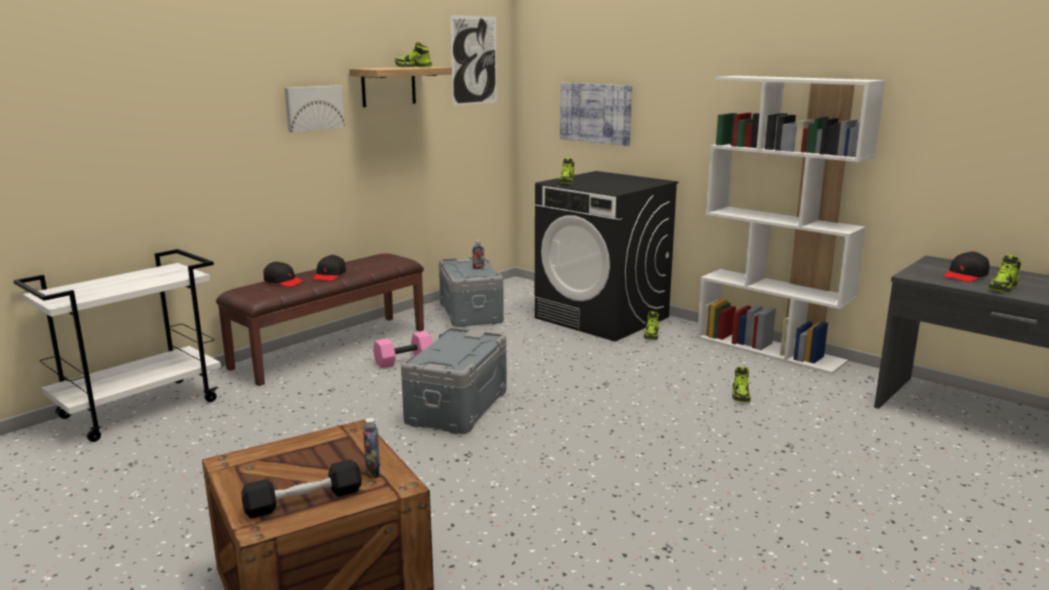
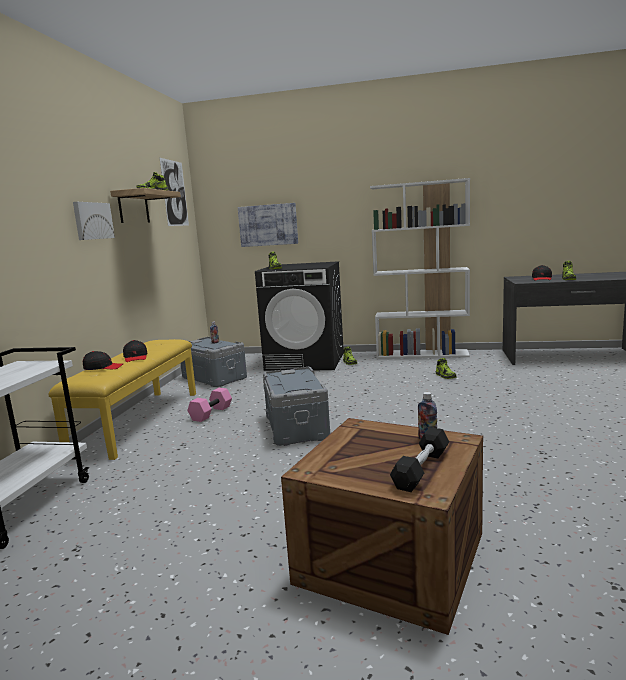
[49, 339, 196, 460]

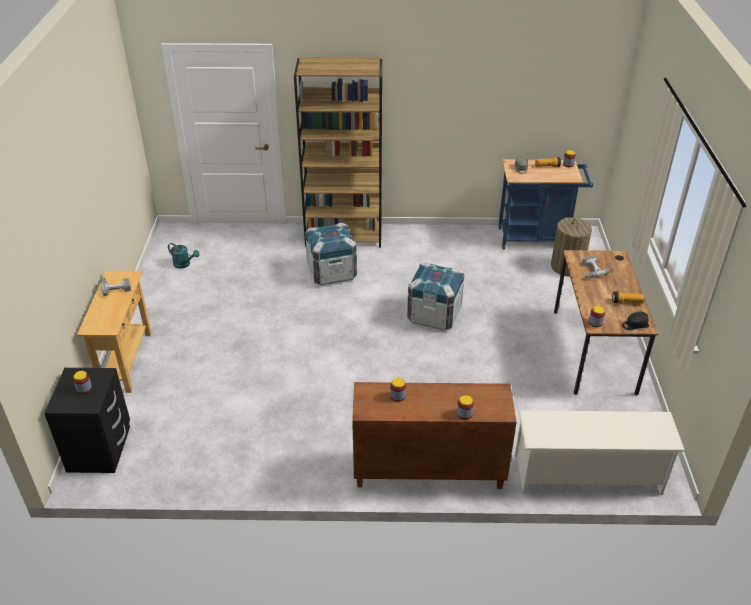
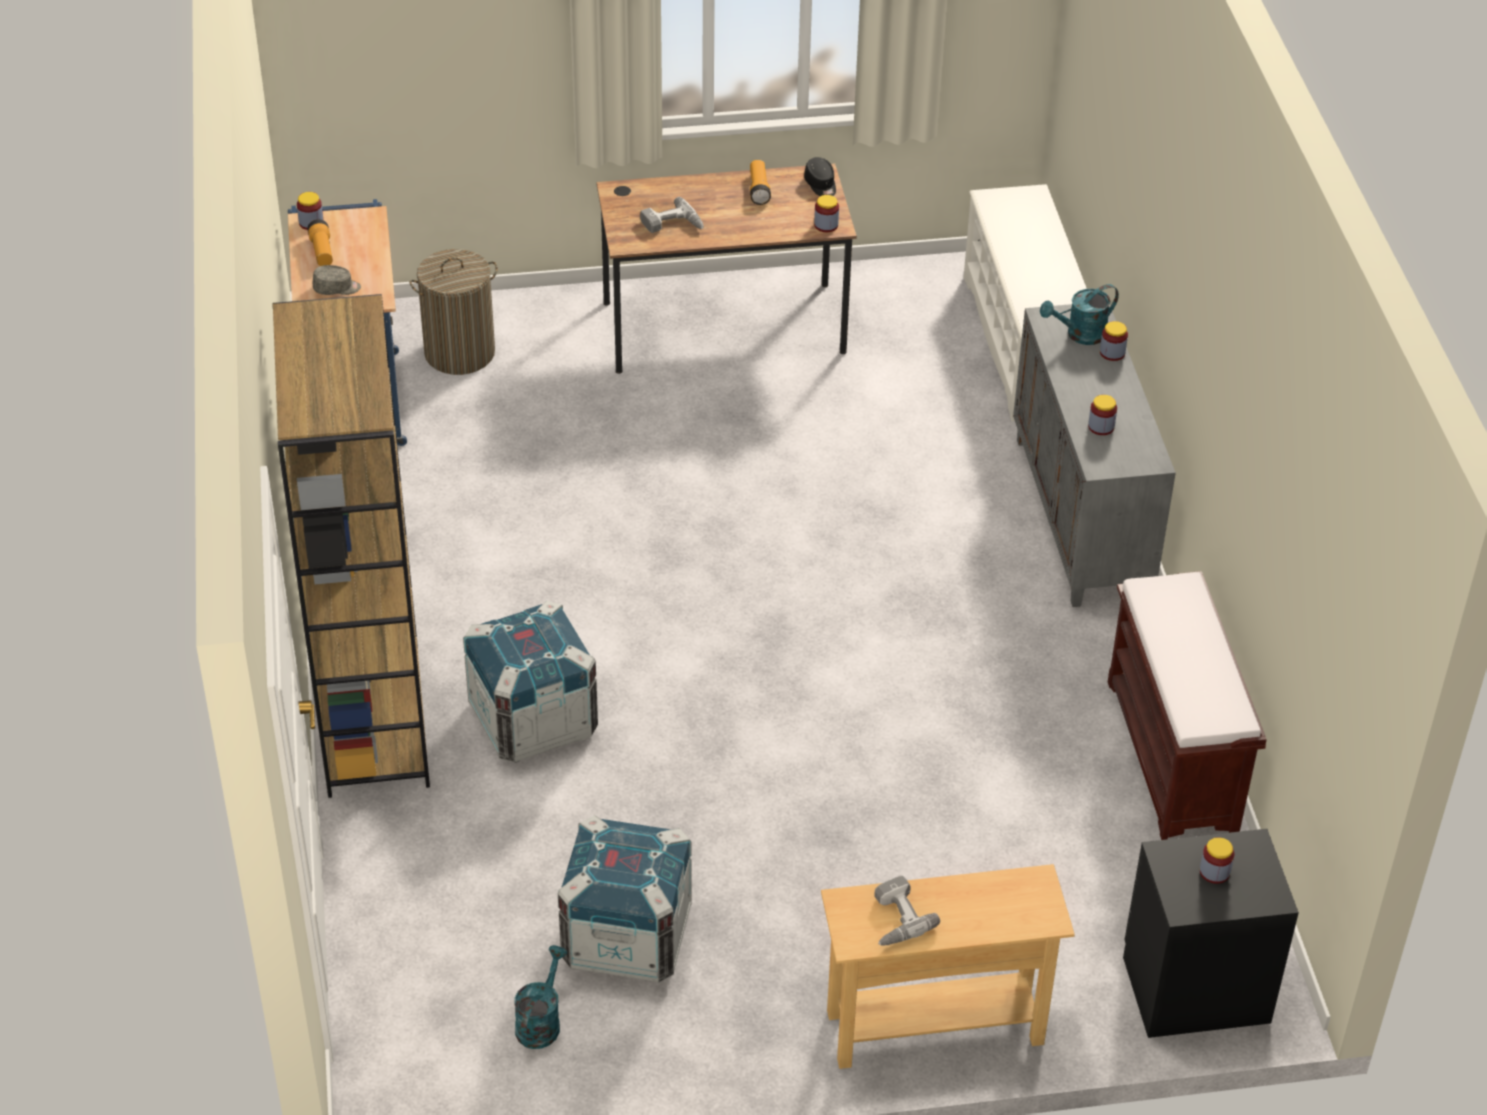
[558, 815, 692, 983]
[1013, 304, 1176, 607]
[1040, 284, 1119, 345]
[1108, 571, 1267, 840]

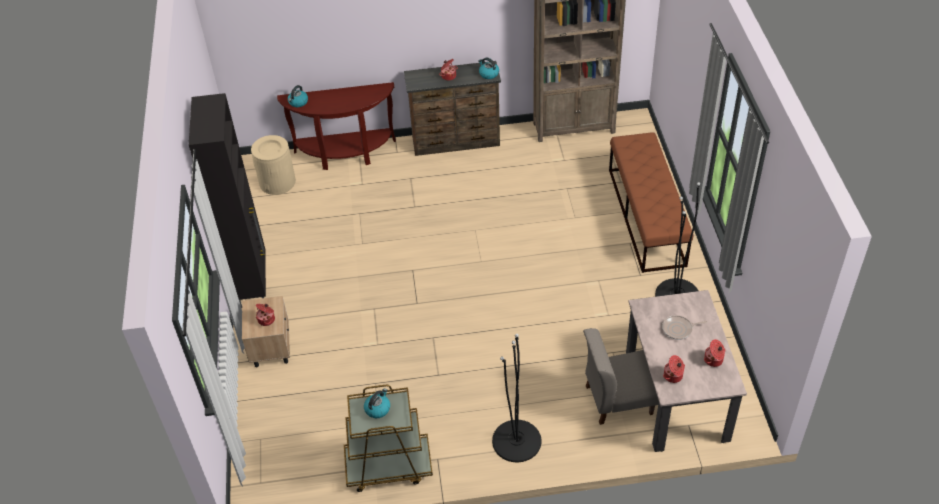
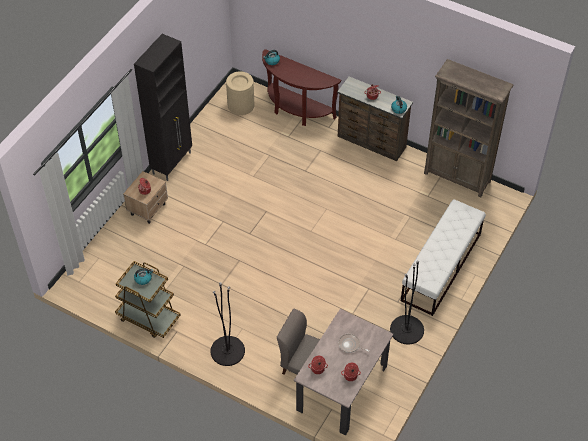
[401, 199, 486, 316]

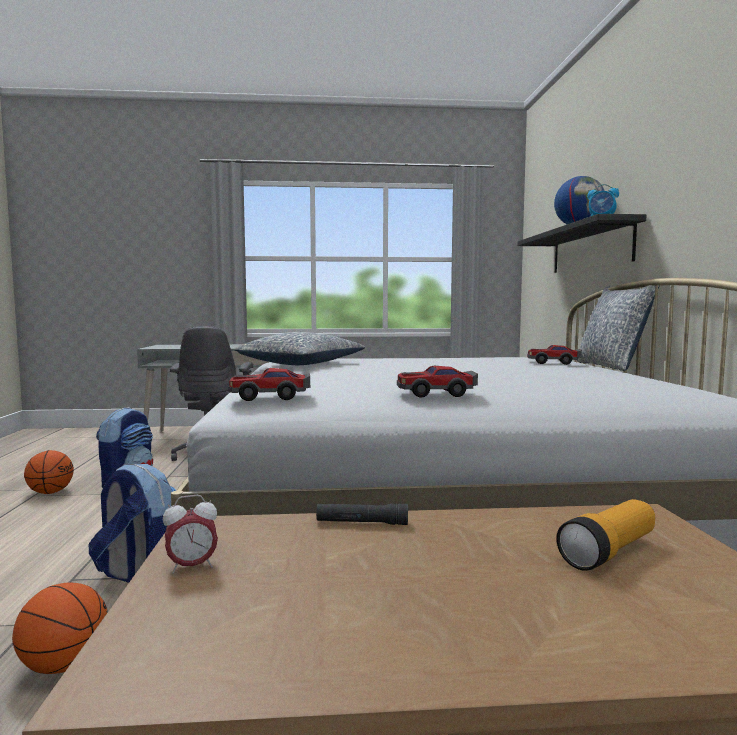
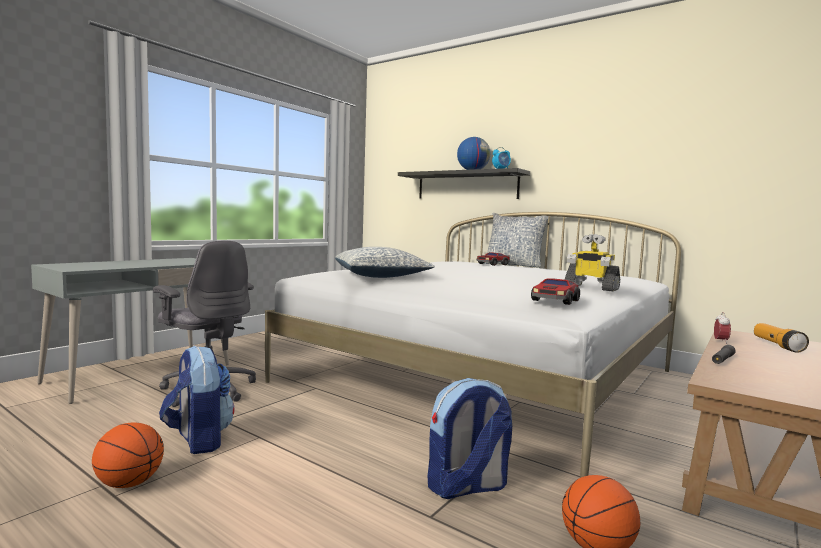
[564, 234, 620, 292]
[714, 312, 731, 344]

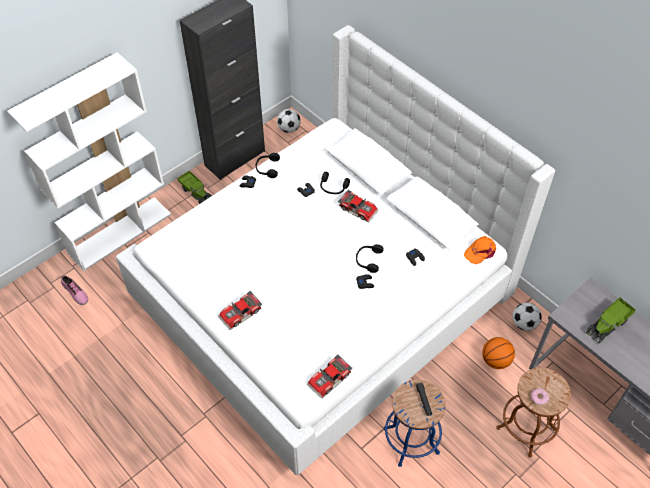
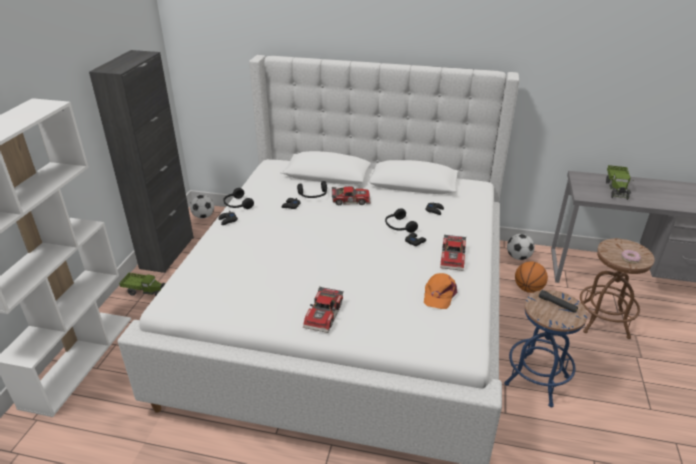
[424, 273, 457, 309]
[61, 275, 88, 305] (first image)
[440, 234, 466, 271]

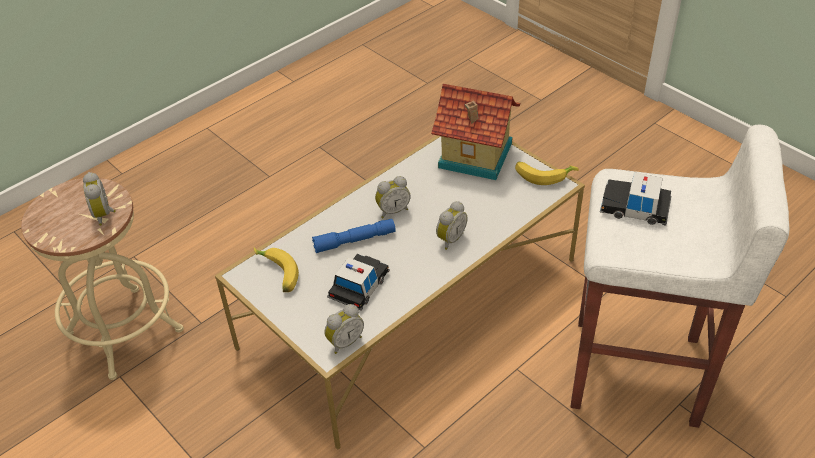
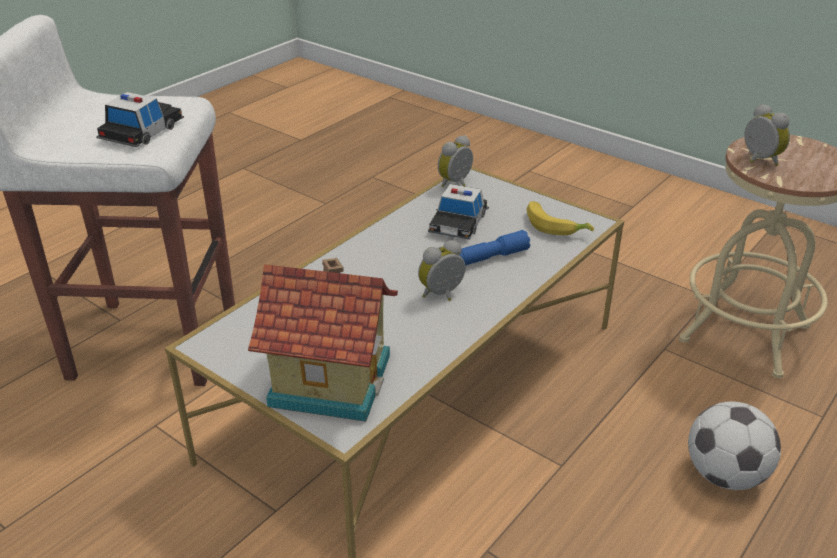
[515, 162, 579, 185] (first image)
[96, 92, 184, 147]
[436, 201, 468, 250] (first image)
[688, 402, 781, 490]

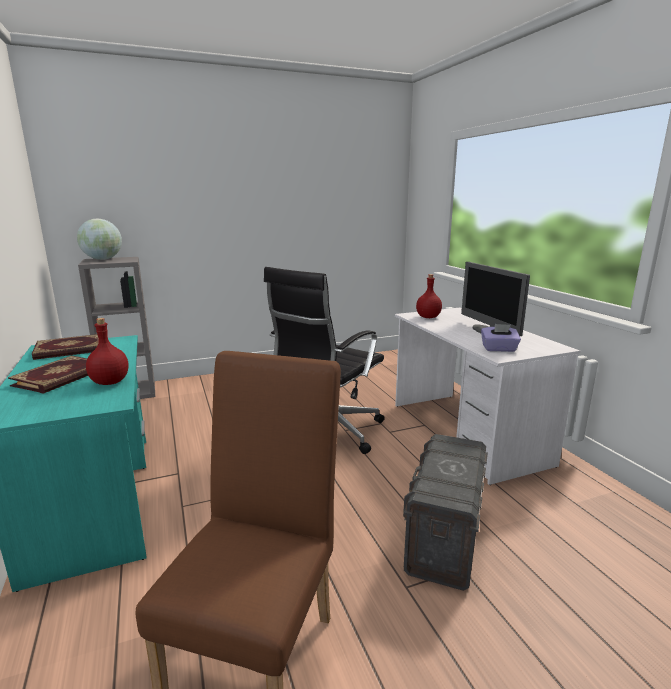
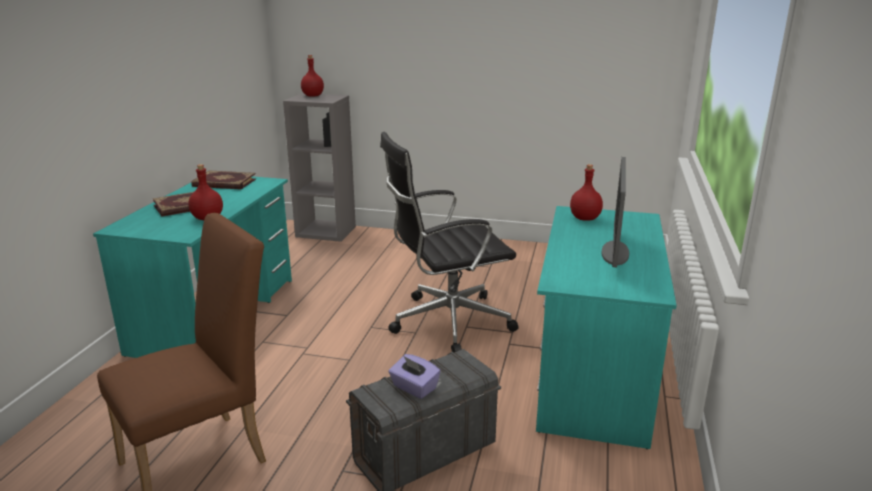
[301, 55, 324, 97]
[536, 206, 677, 449]
[389, 354, 441, 399]

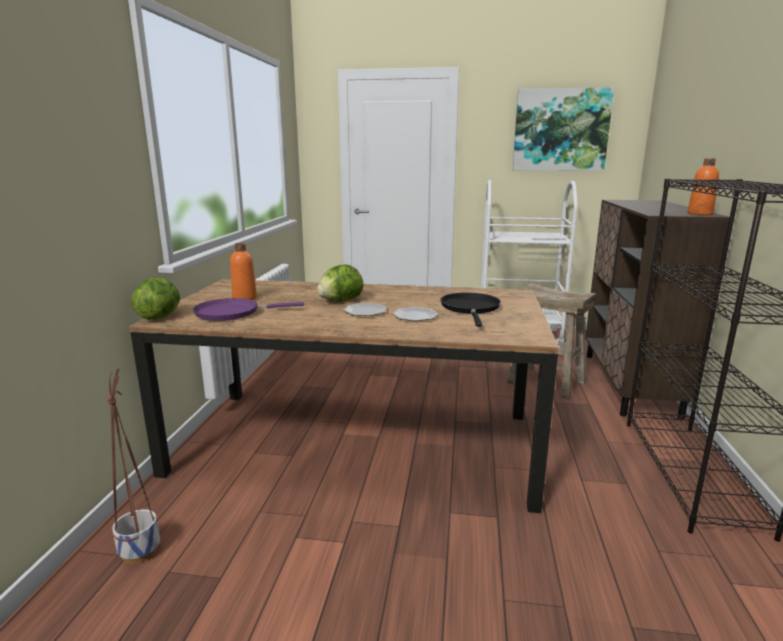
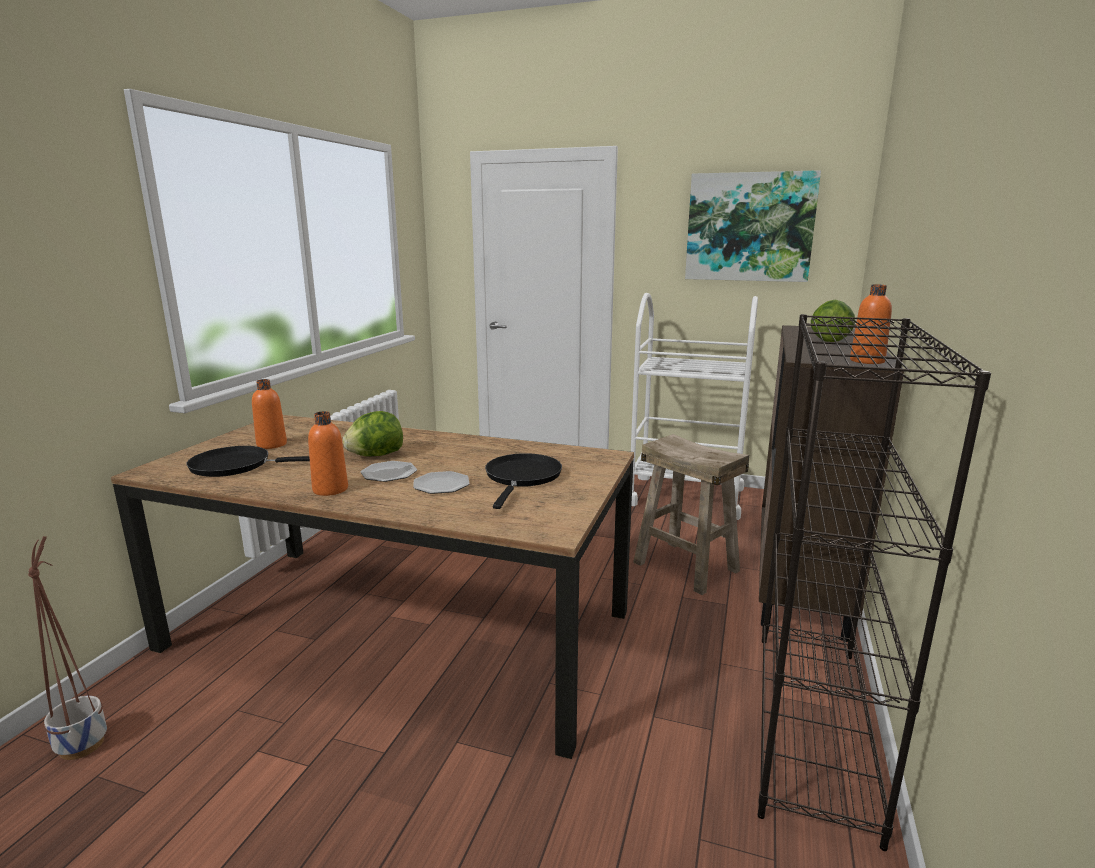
[811, 300, 855, 342]
[186, 446, 310, 477]
[308, 411, 348, 496]

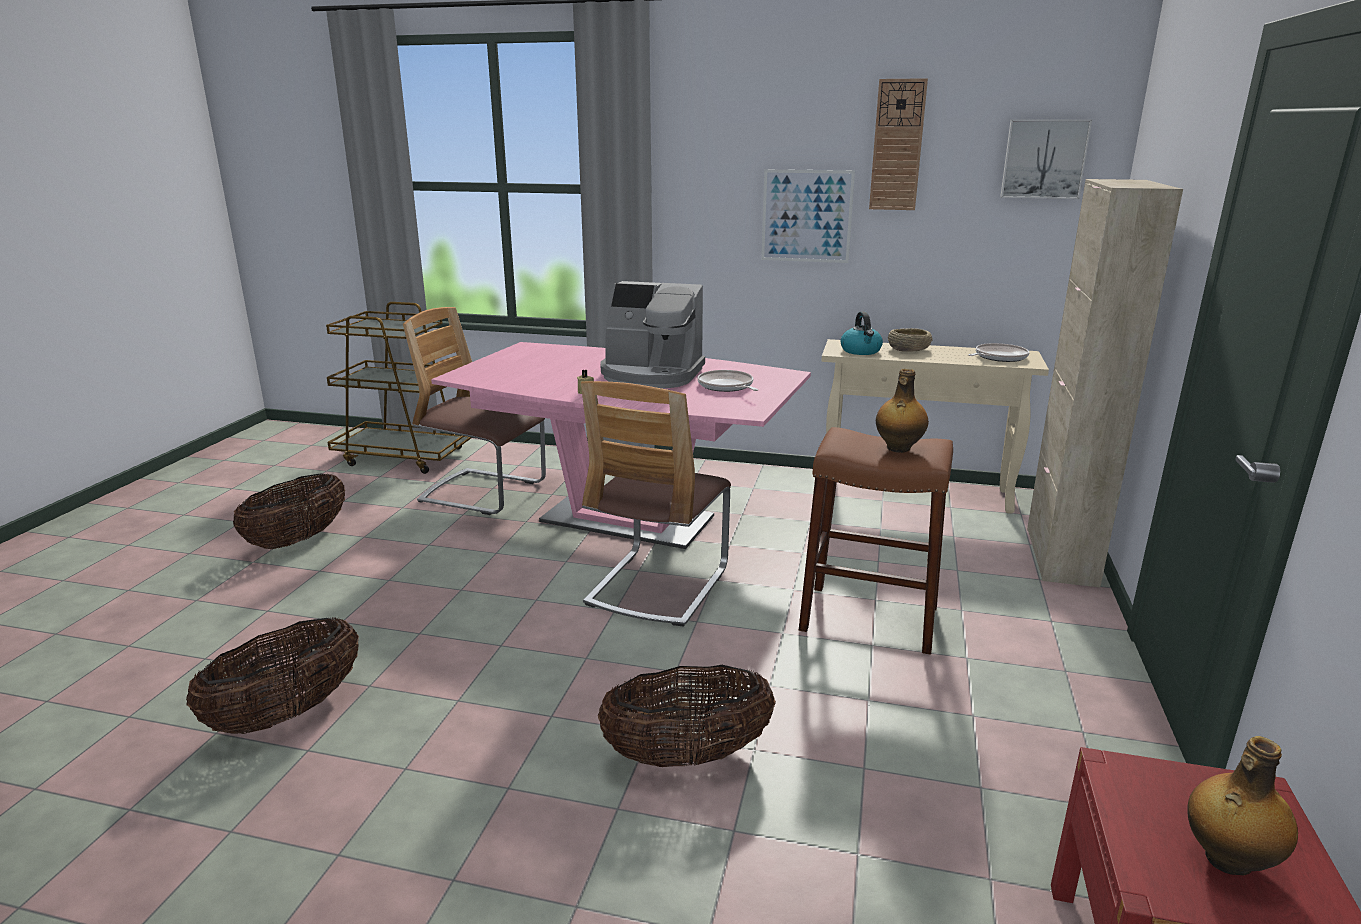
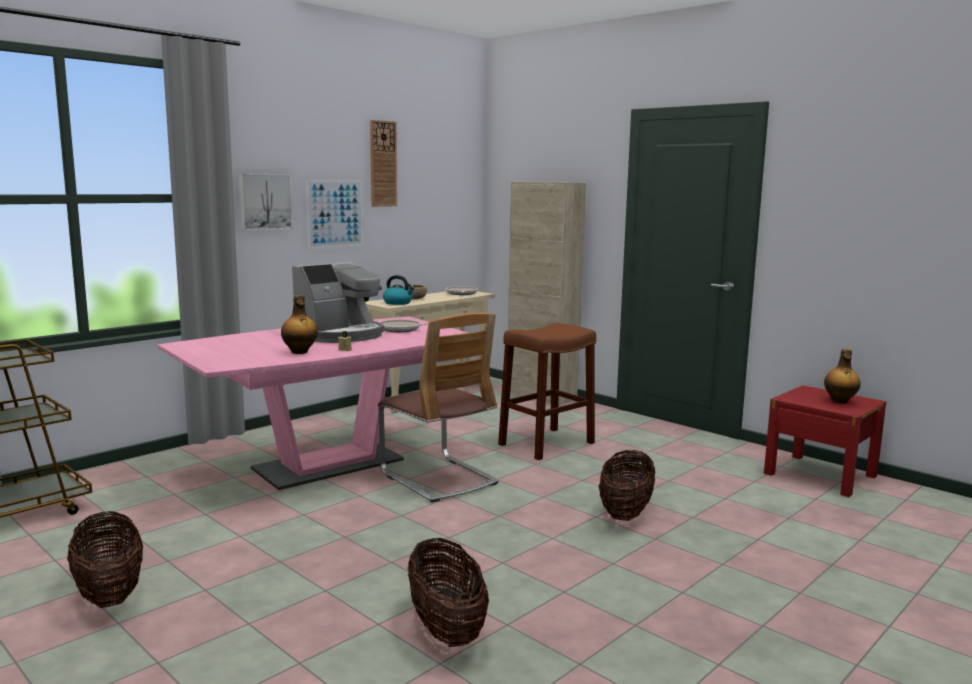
[238, 173, 293, 231]
[403, 307, 546, 515] (first image)
[281, 295, 318, 354]

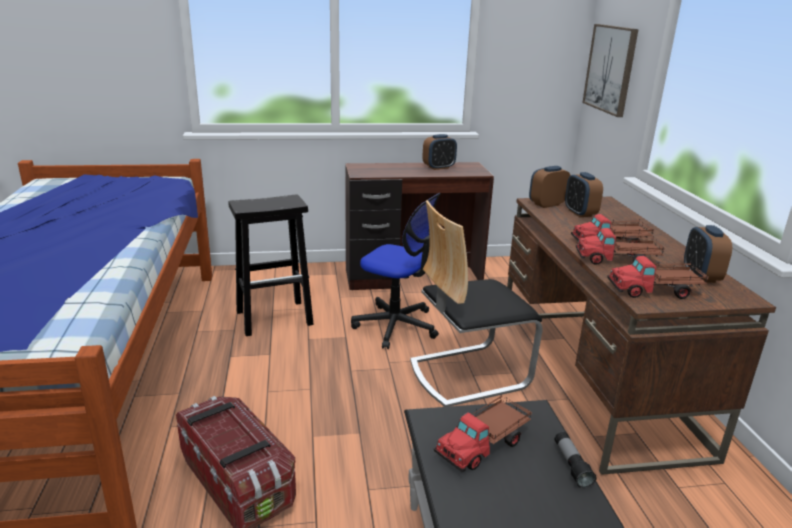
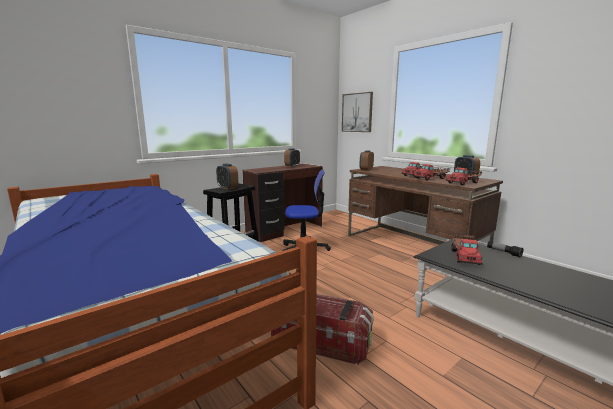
[216, 164, 238, 190]
[410, 200, 542, 407] (first image)

